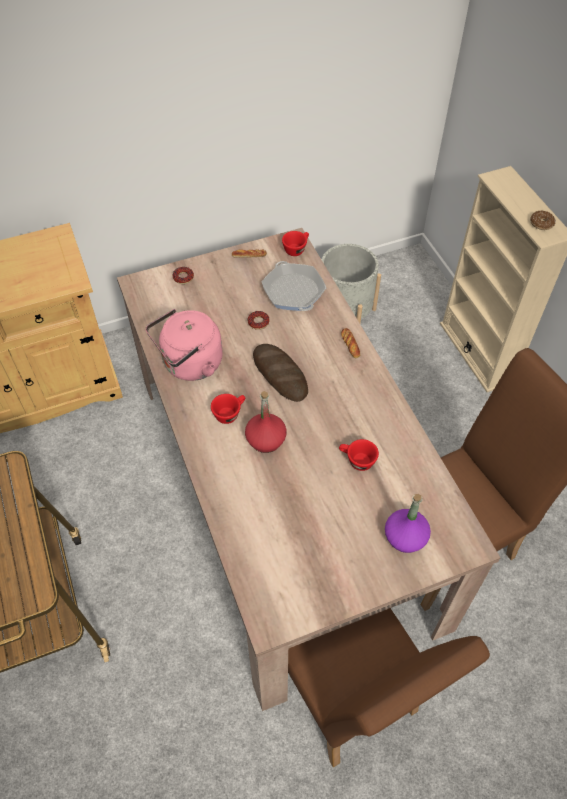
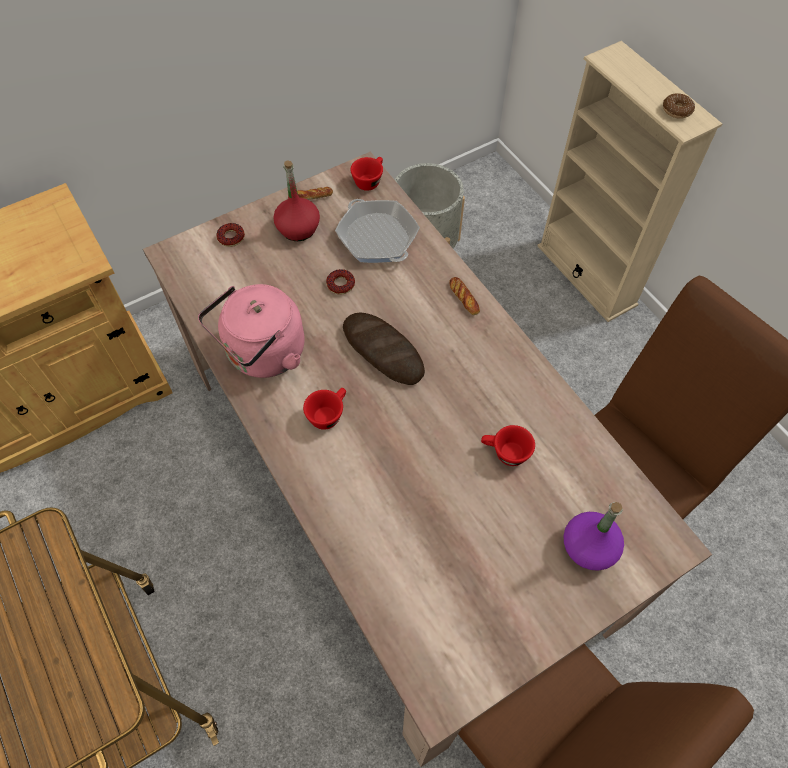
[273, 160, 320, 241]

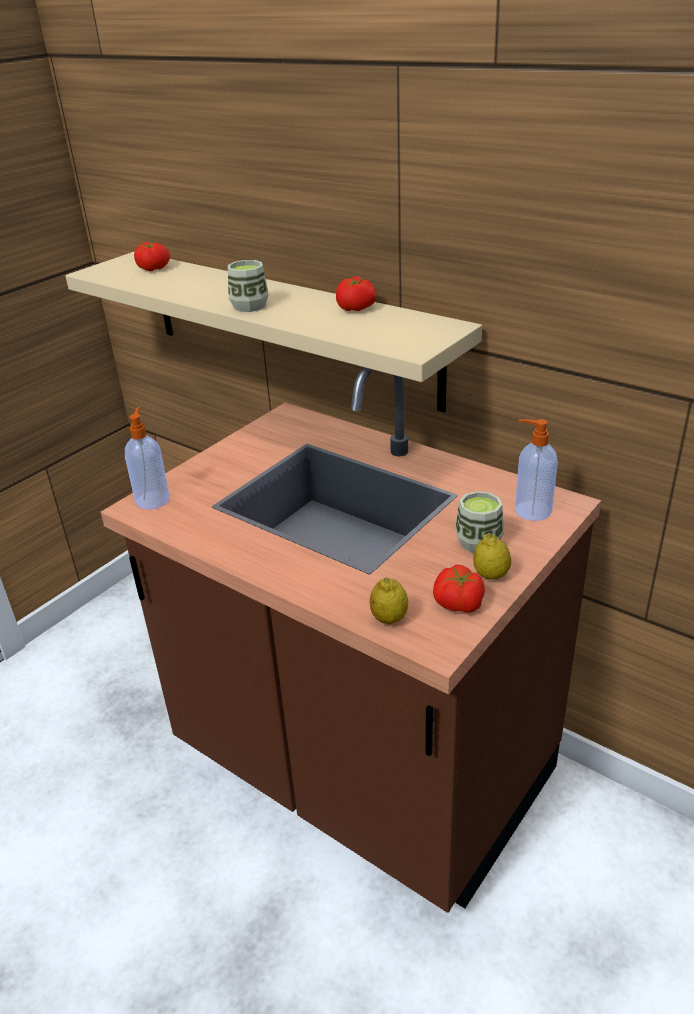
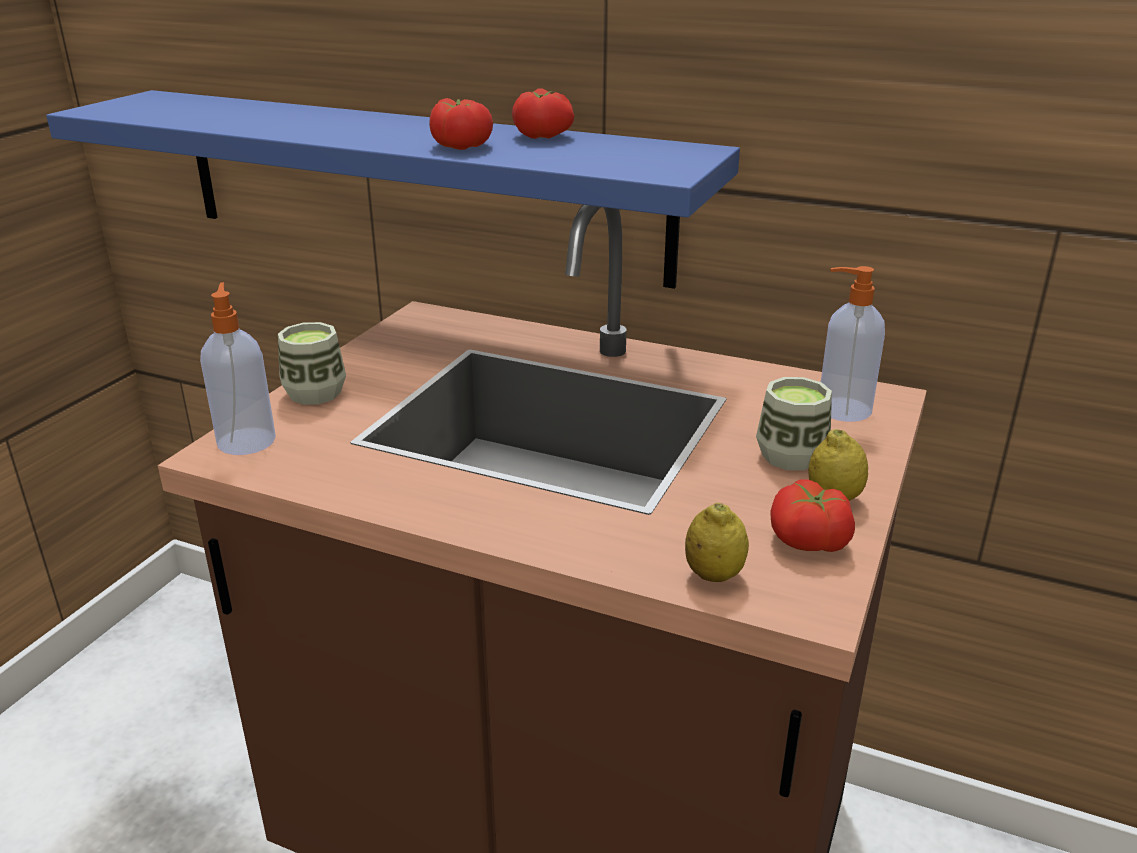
[429, 98, 493, 150]
[46, 90, 740, 289]
[278, 322, 346, 405]

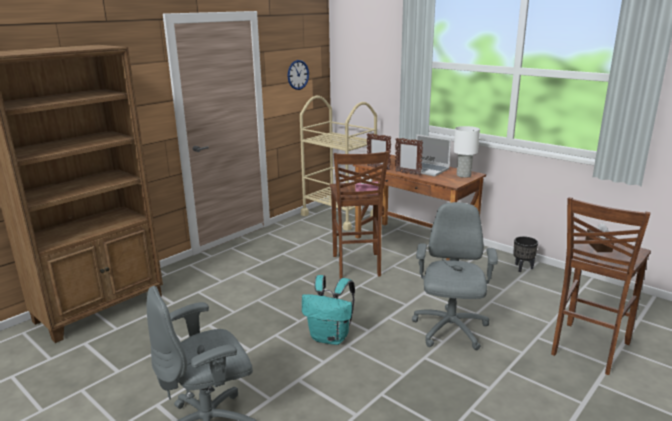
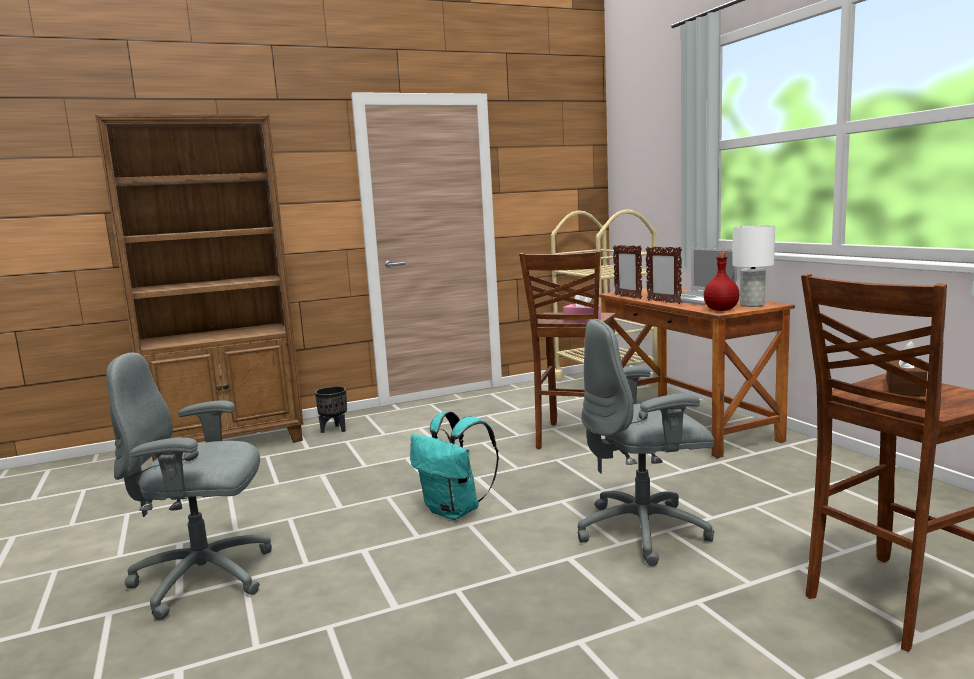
[287, 60, 309, 90] (first image)
[578, 319, 714, 566]
[315, 386, 347, 433]
[704, 252, 739, 311]

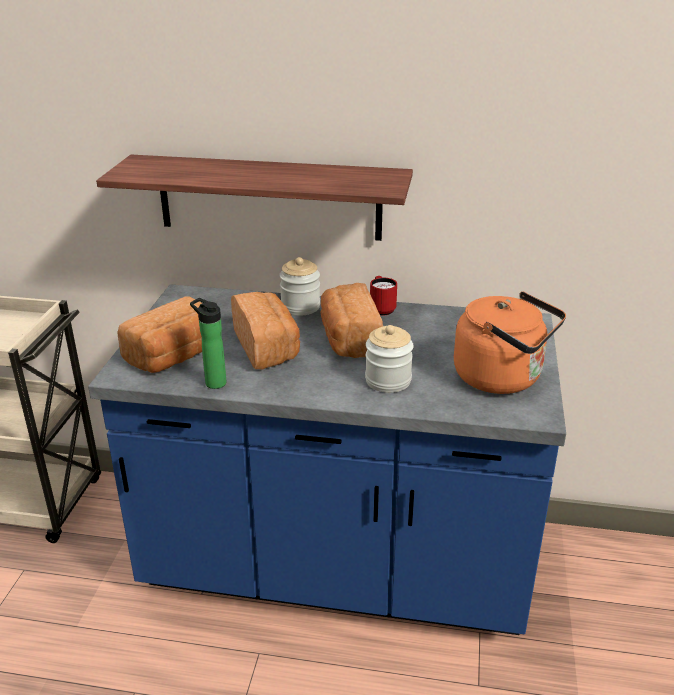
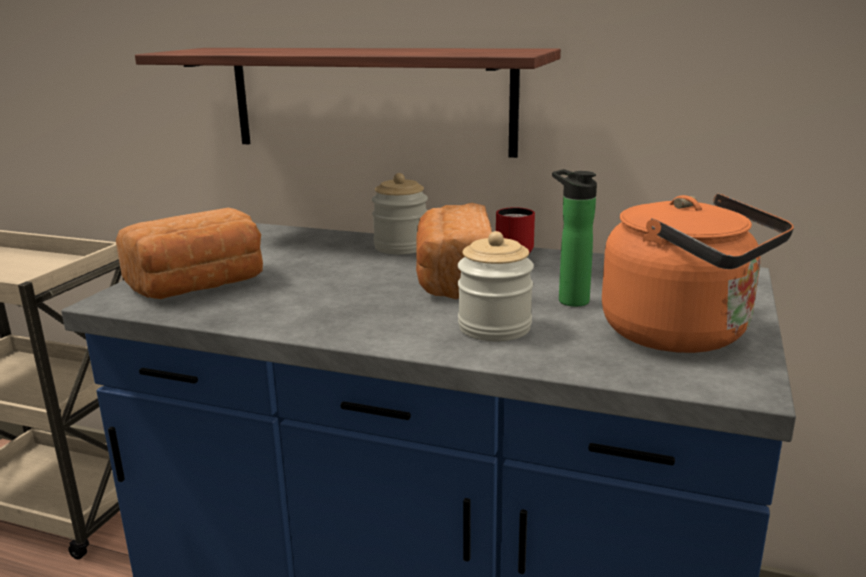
[231, 292, 300, 369] (first image)
[552, 169, 597, 307]

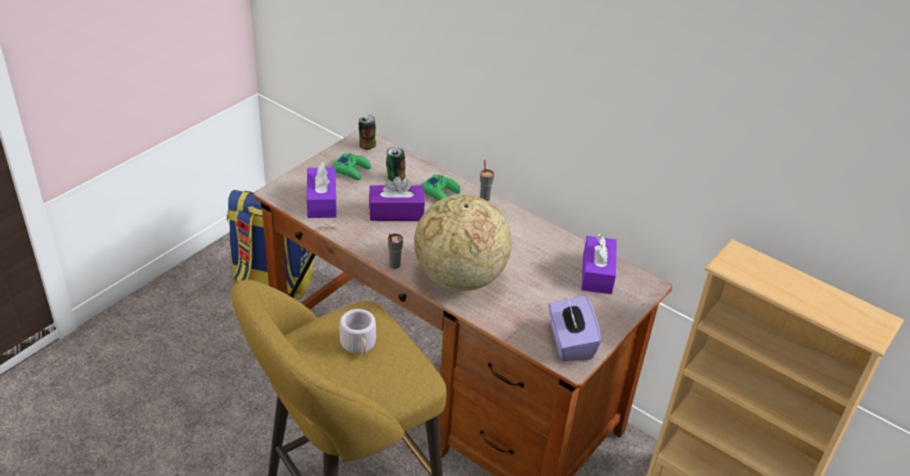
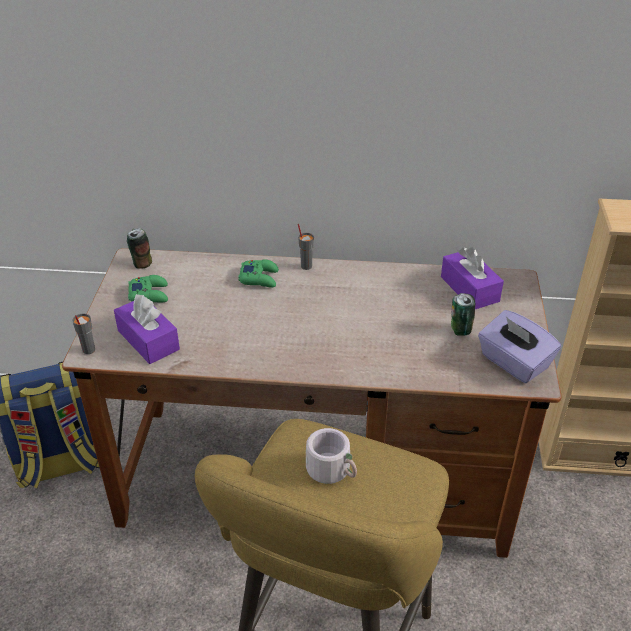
[451, 293, 475, 336]
[369, 176, 425, 221] (first image)
[414, 194, 511, 291] (first image)
[72, 314, 95, 354]

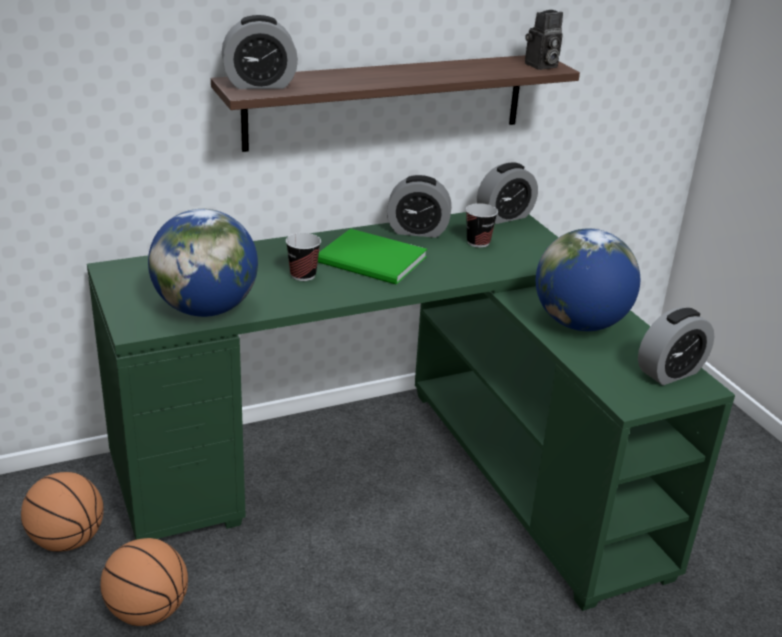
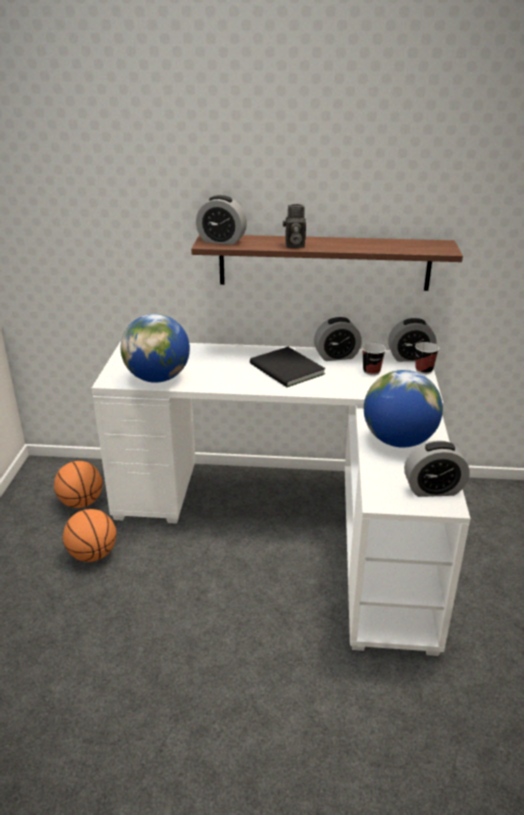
[283, 204, 306, 248]
[314, 317, 362, 361]
[91, 341, 471, 656]
[250, 347, 325, 387]
[415, 342, 439, 374]

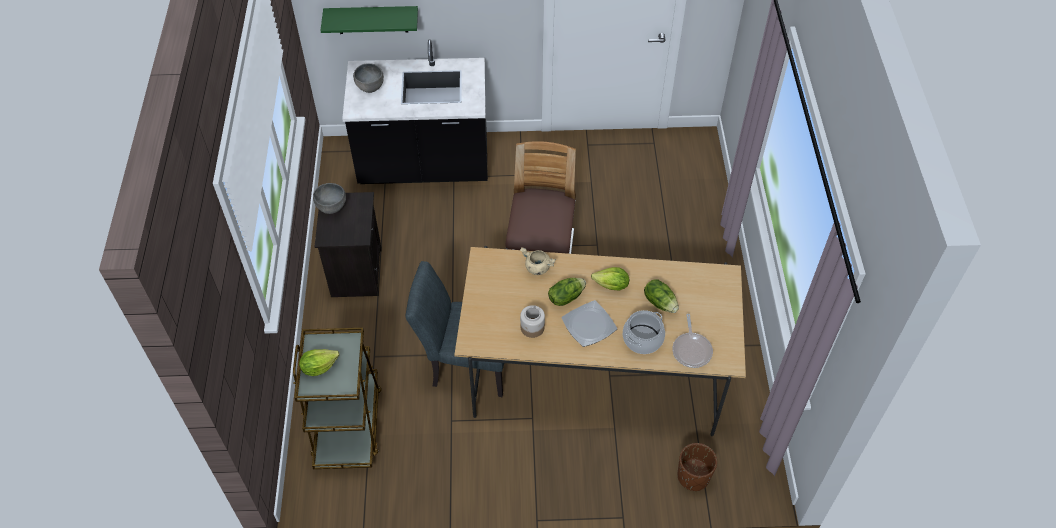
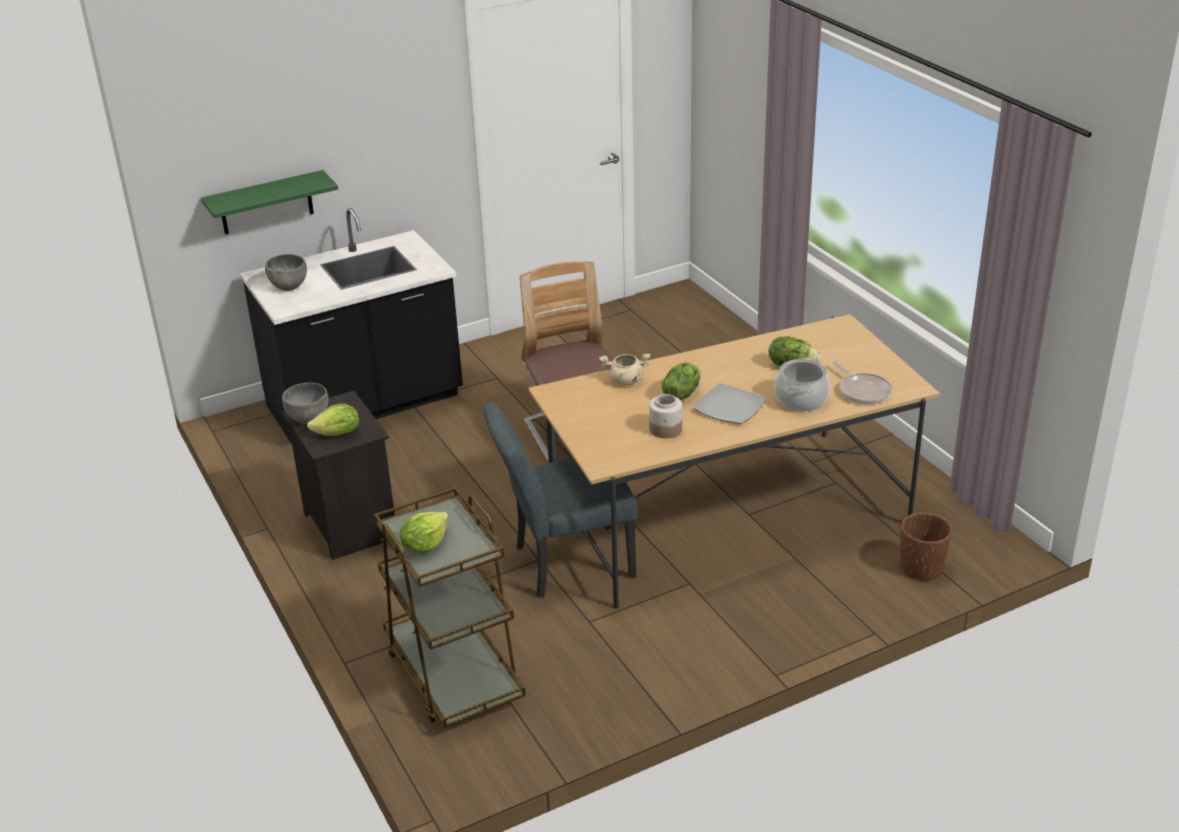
[307, 404, 359, 436]

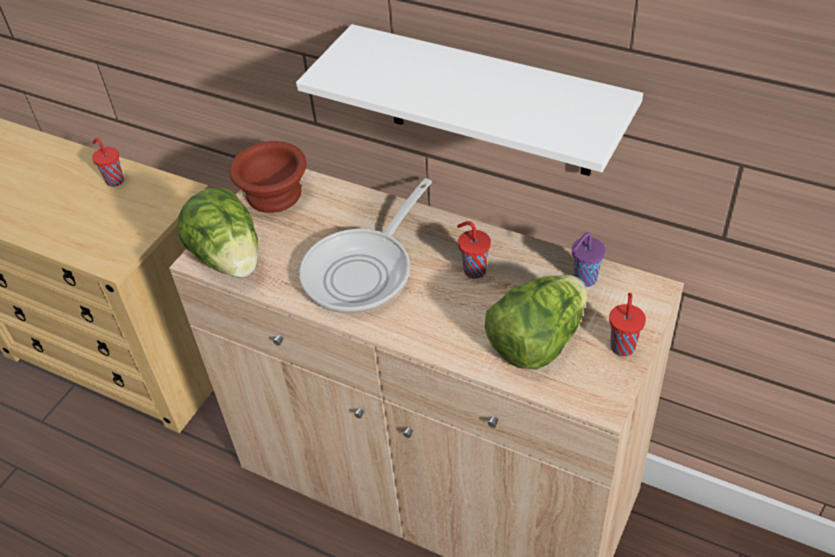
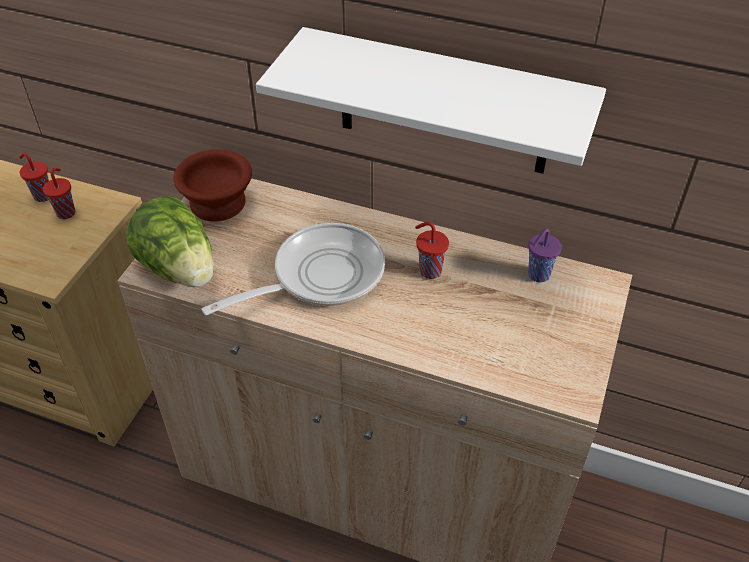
[201, 223, 385, 315]
[485, 275, 588, 369] (first image)
[43, 168, 75, 219]

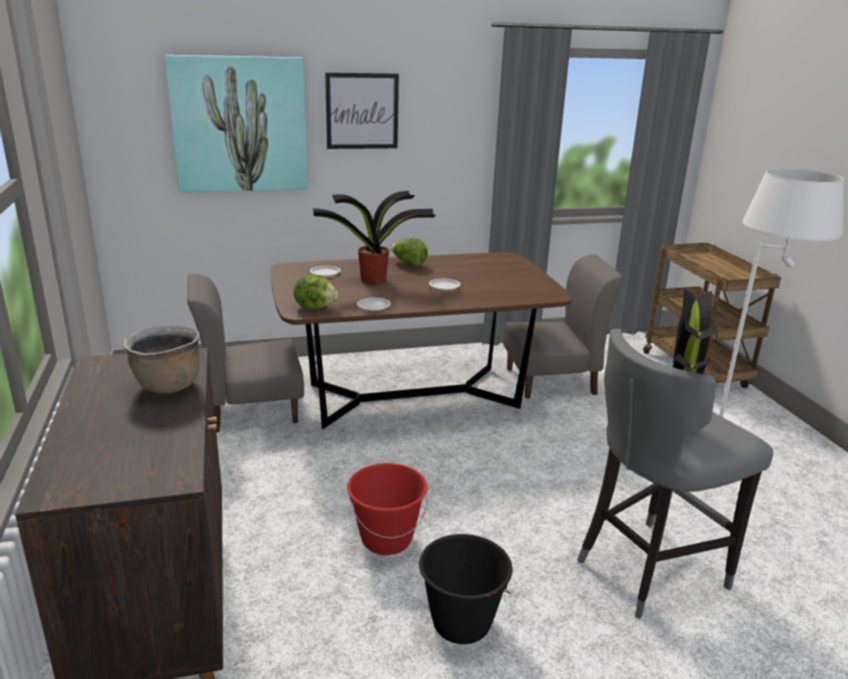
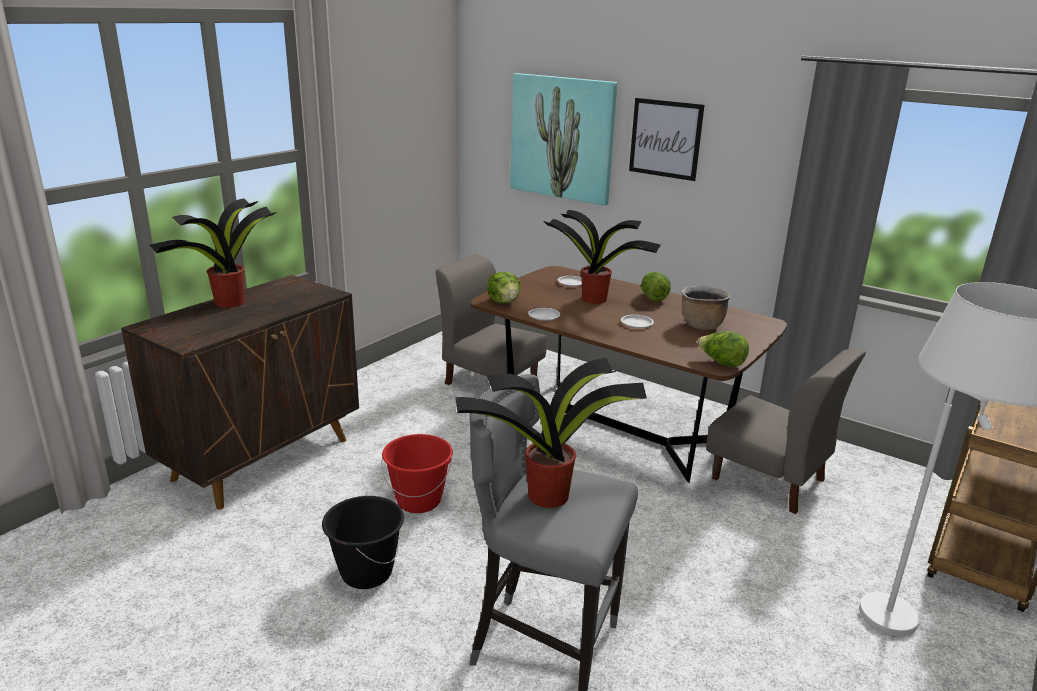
[682, 286, 731, 330]
[150, 198, 277, 308]
[697, 331, 749, 367]

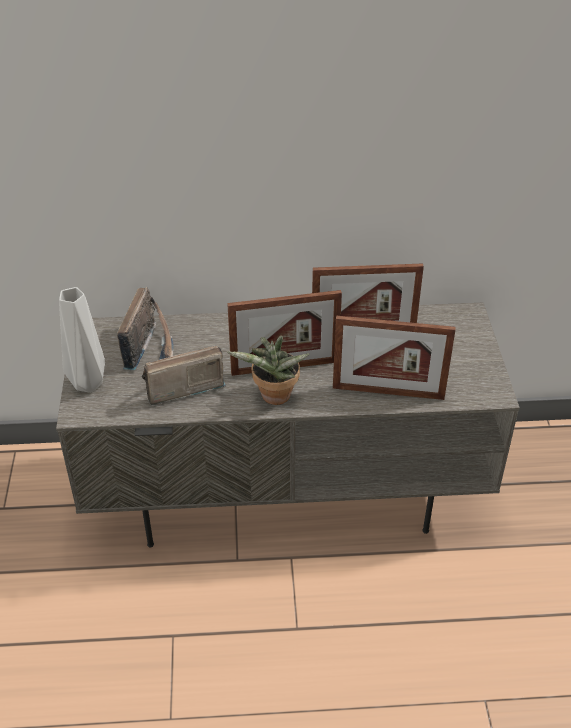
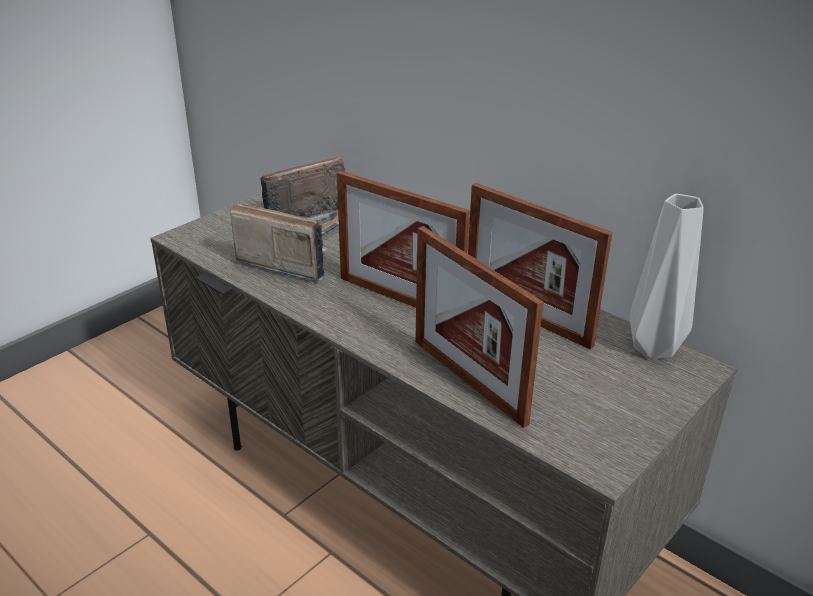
[630, 194, 704, 360]
[227, 335, 309, 405] (first image)

